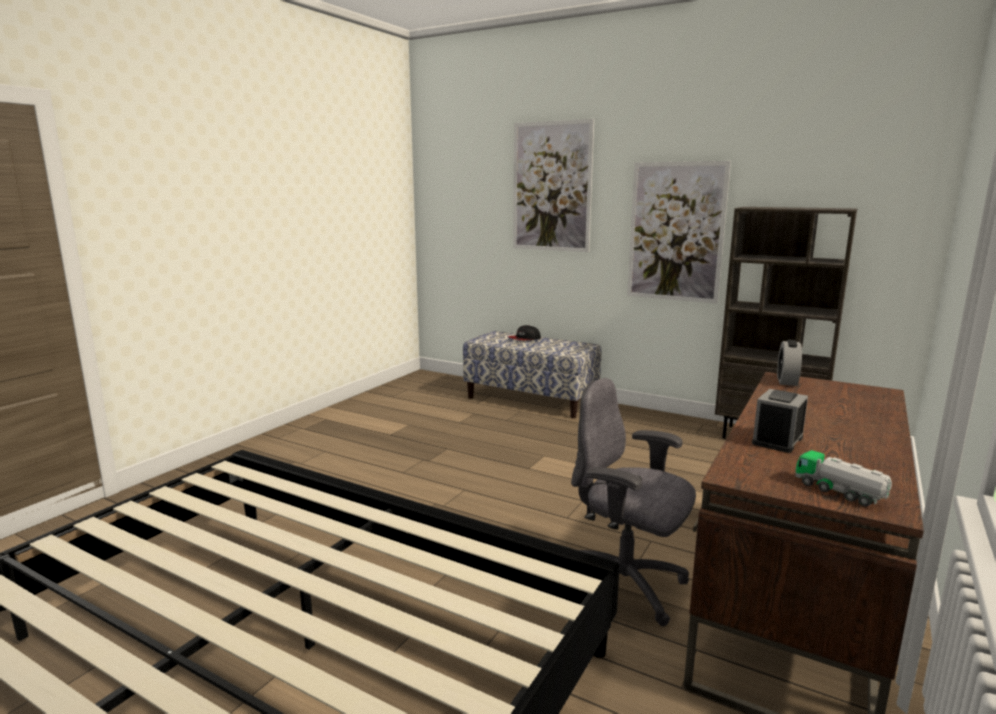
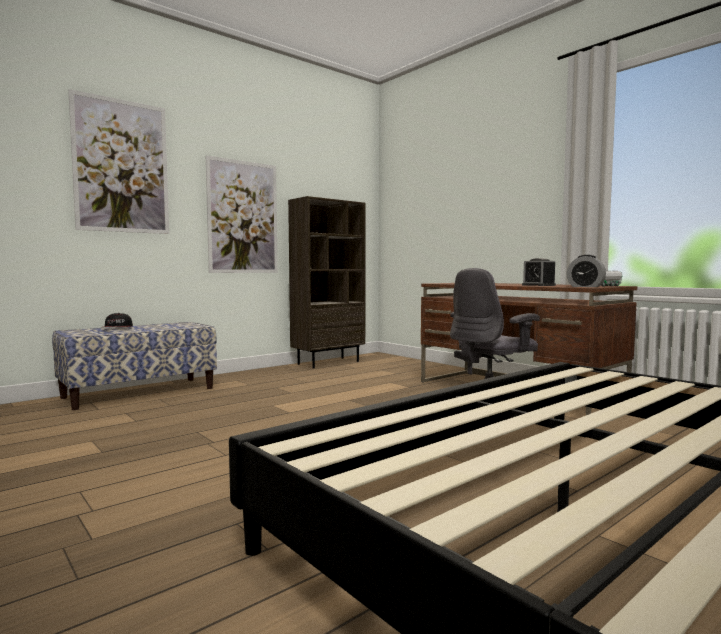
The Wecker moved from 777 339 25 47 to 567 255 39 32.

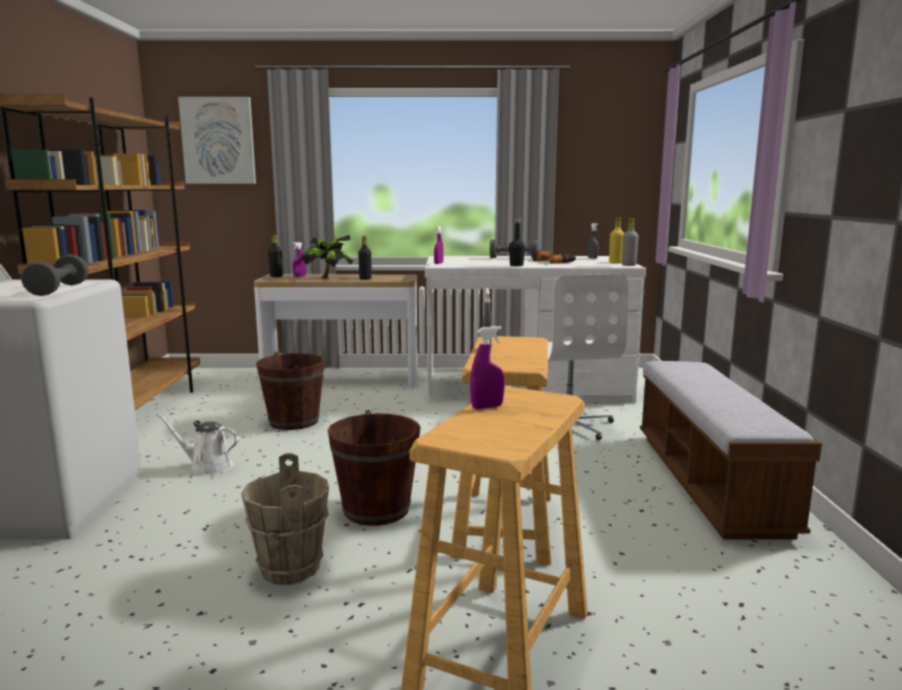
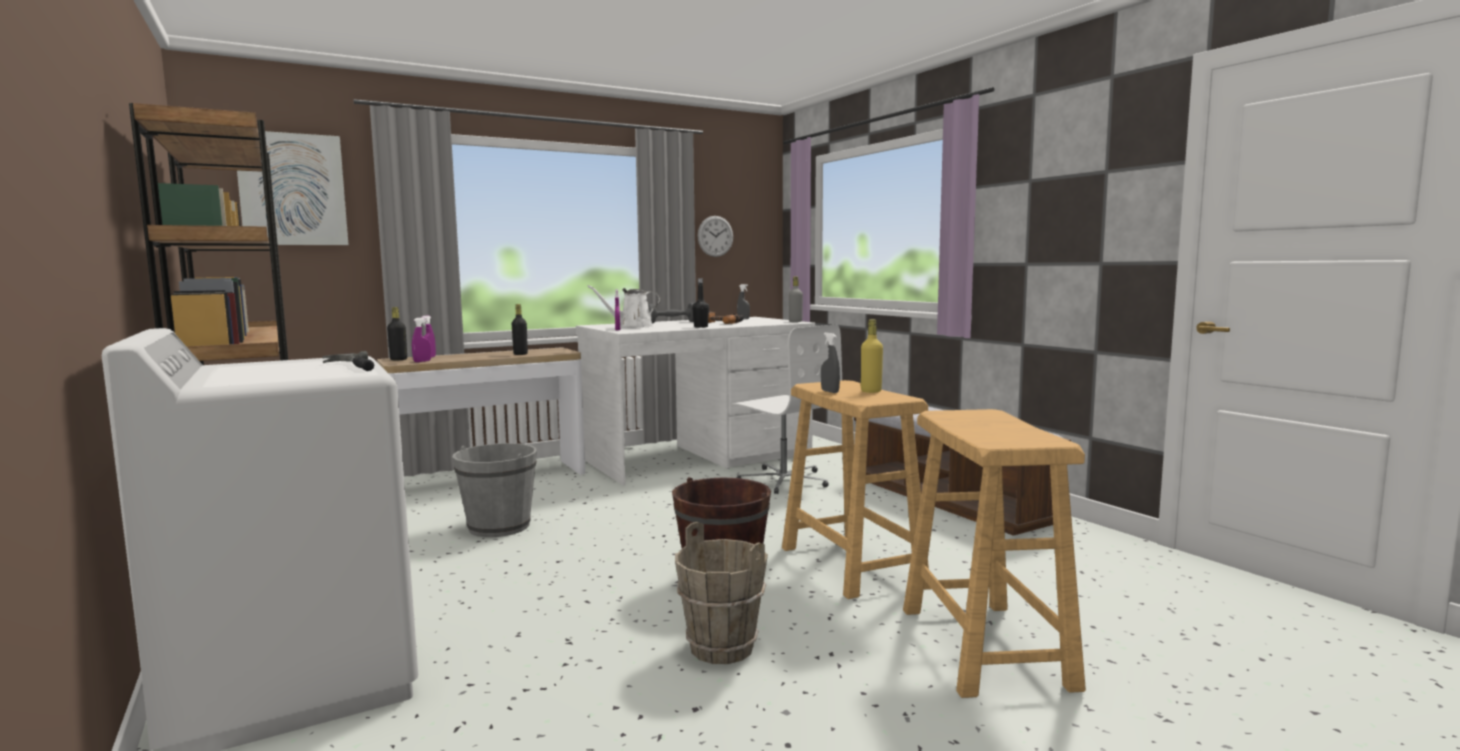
The Hantel/grau at 21 254 68 42 was replaced by the Hammer at 322 351 52 20.
The Sprühflasche/lila moved from 470 326 35 83 to 412 317 19 45.
The Eimer/braun at 256 352 69 78 became the Eimer/grau at 452 443 85 94.
The Gießkanne/weiß moved from 156 413 83 62 to 587 285 74 43.
The Wanduhr at 698 216 35 41 appeared.
The Flasche/gelb moved from 609 217 15 47 to 861 319 22 74.
The Topfpflanze at 301 235 53 43 disappeared.

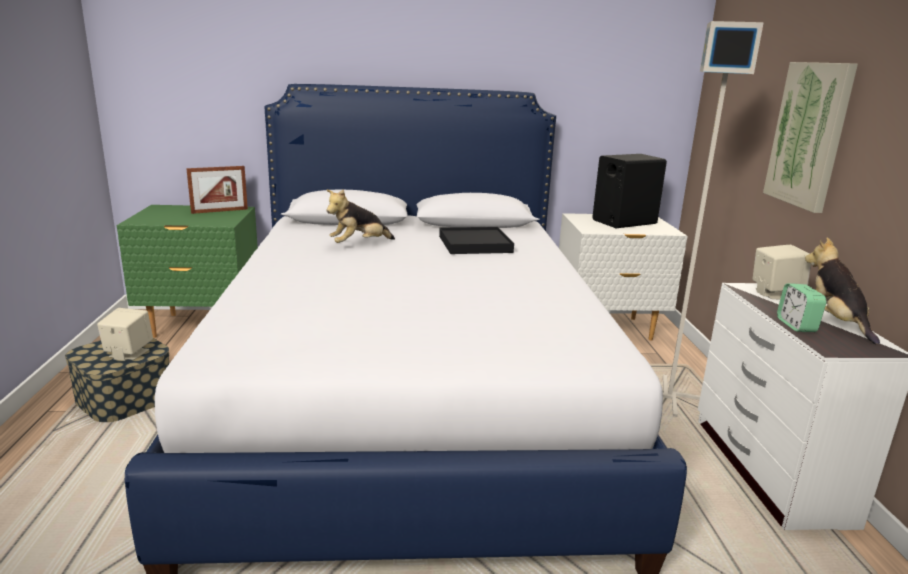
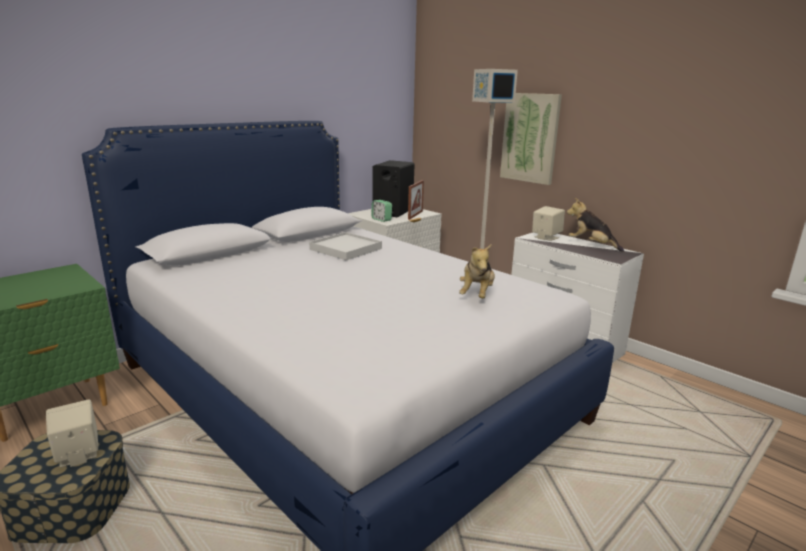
The Tablett/schwarz at 439 227 75 27 became the Tablett/weiß at 309 232 73 28.
The Wecker moved from 777 283 49 49 to 371 200 21 22.
The Bilderrahmen moved from 186 166 62 48 to 408 180 16 40.
The Plüschtier moved from 326 189 69 54 to 459 245 36 53.

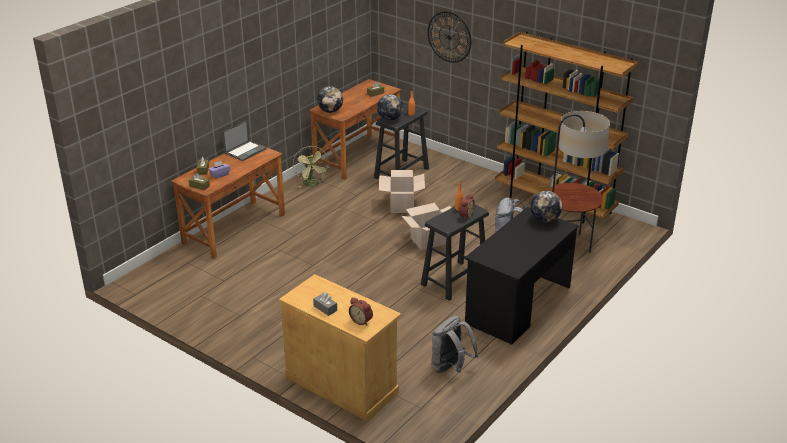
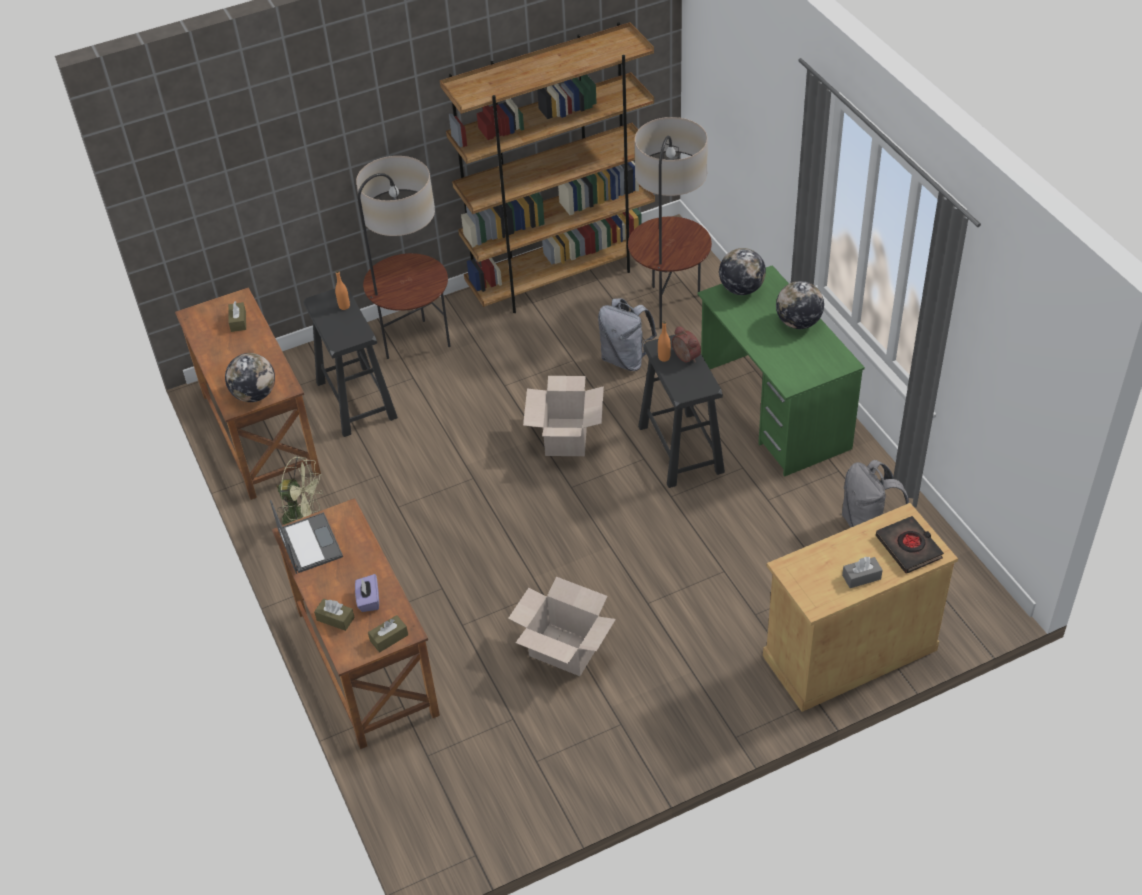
The Stehlampe at 356 156 95 203 appeared.
The Karton moved from 379 170 46 43 to 508 577 108 99.
The Schreibtisch/schwarz at 464 207 115 137 became the Schreibtisch/grün at 698 265 167 212.
The Globus moved from 377 94 26 27 to 776 281 48 48.
The Wecker at 349 298 24 27 was replaced by the Buch/schwarz at 876 516 68 58.
The Wanduhr at 428 11 43 52 disappeared.

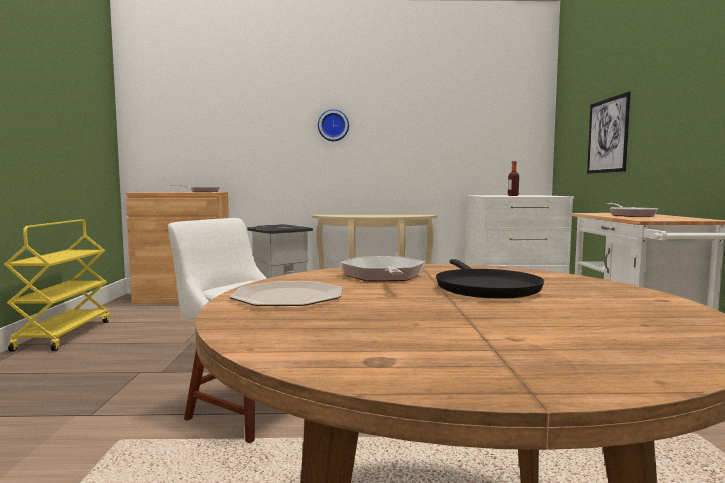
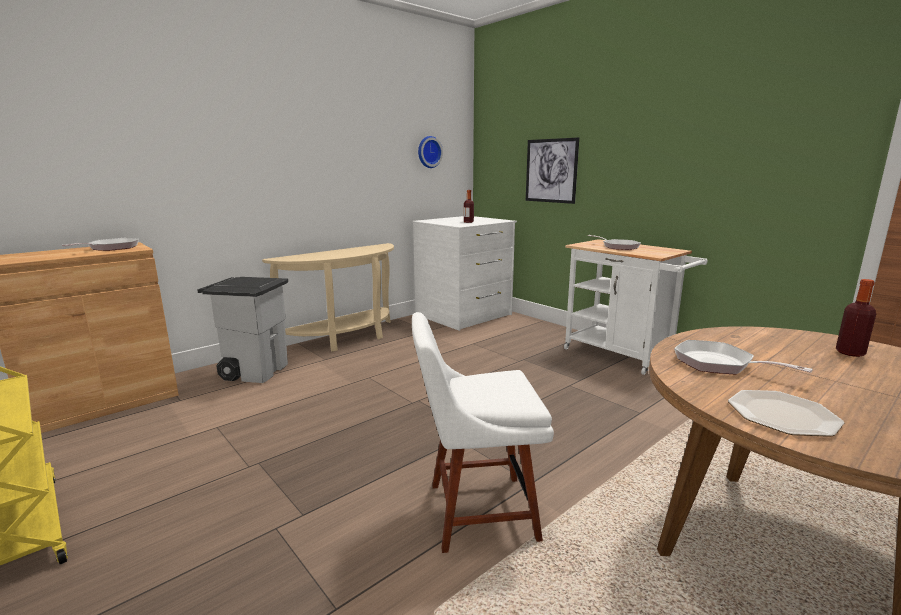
The Wanduhr moved from 318 109 31 32 to 418 136 25 32.
The Flasche at 836 279 40 78 appeared.
The Pfanne/schwarz at 436 259 108 40 disappeared.

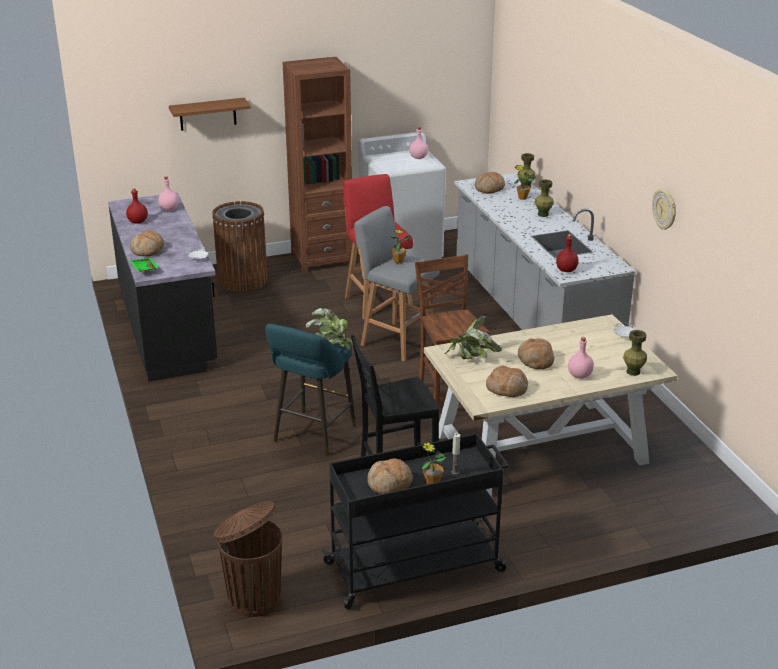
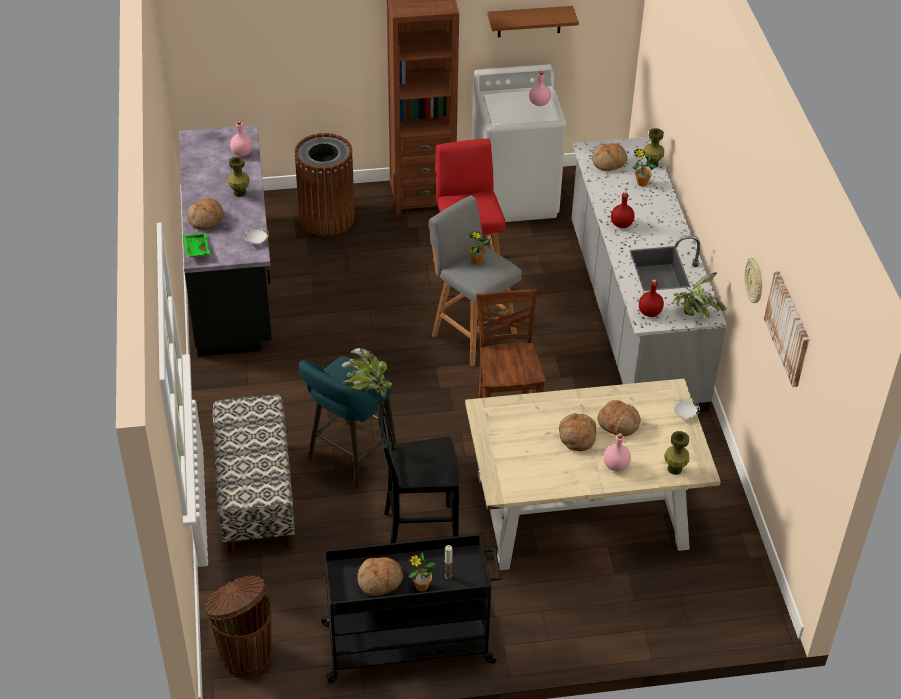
The Bank at 212 395 83 159 appeared.
The Vase/grün moved from 534 179 20 38 to 228 156 22 41.
The Wandregal/braun moved from 169 98 82 33 to 487 6 92 31.
The Brot moved from 486 365 42 32 to 598 400 43 36.
The Flasche/rot moved from 126 188 22 36 to 611 192 24 36.
The Topfpflanze moved from 444 314 58 45 to 669 272 58 46.
The Bild at 764 271 45 116 appeared.

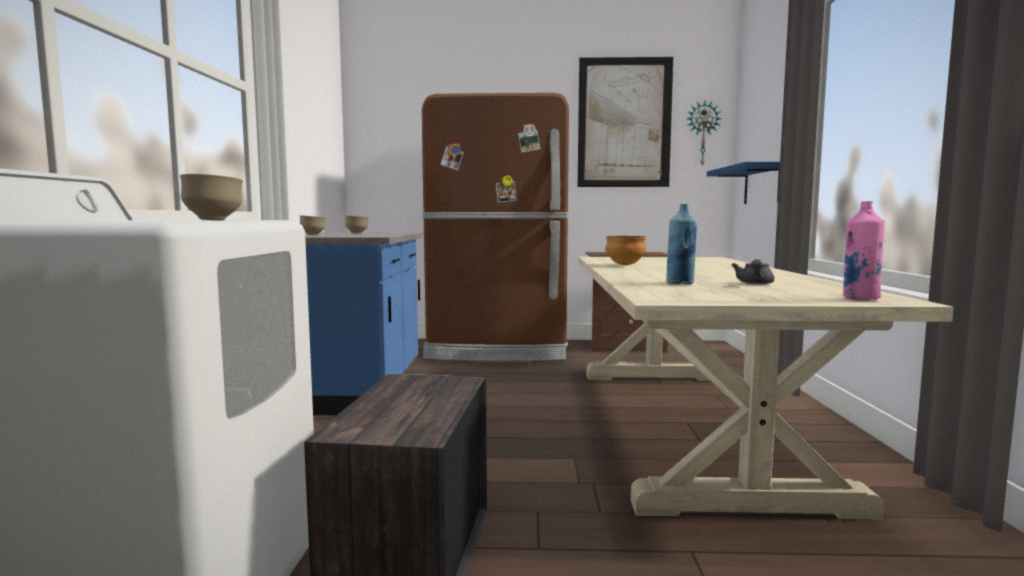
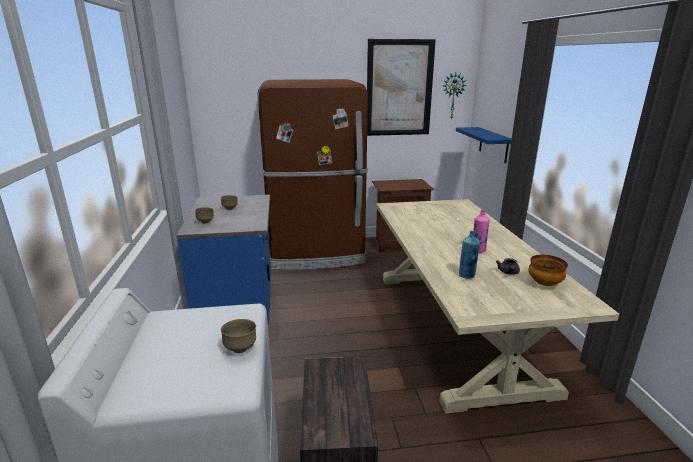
The Flasche/rosa moved from 843 201 42 99 to 473 210 17 43.
The Schüssel moved from 605 236 41 29 to 528 255 40 31.

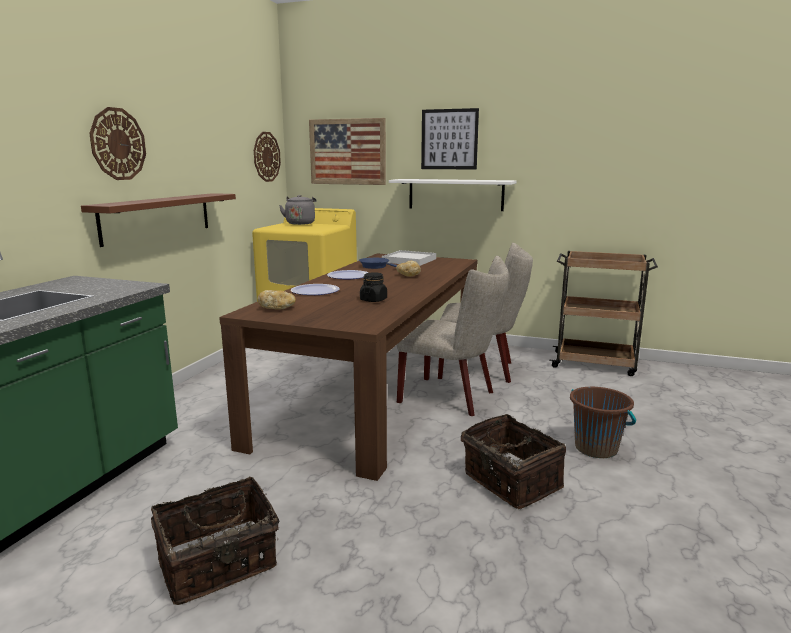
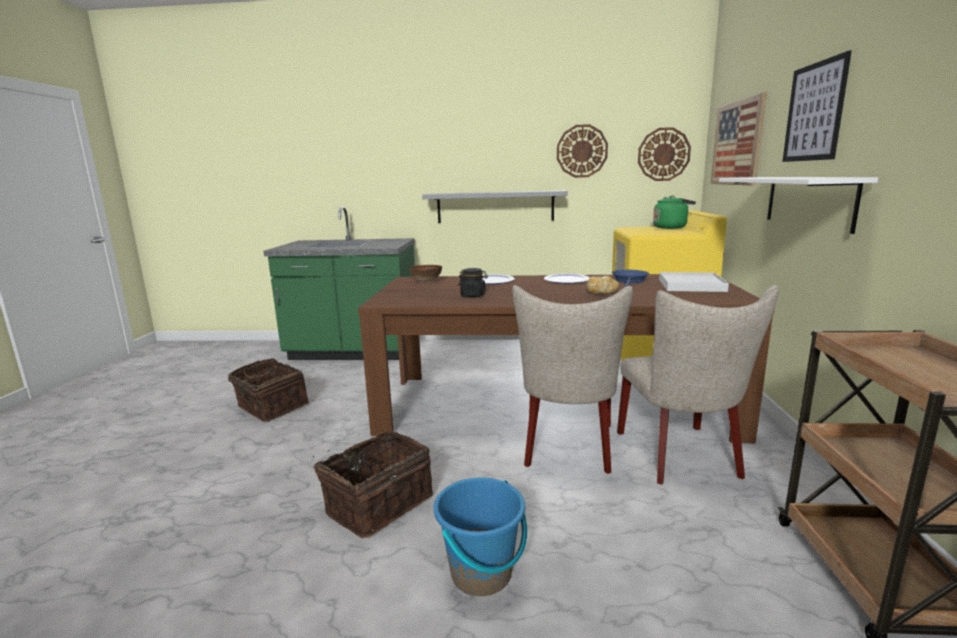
The Brot at 257 290 39 20 was replaced by the Schüssel at 409 265 33 17.
The Wandregal/braun at 81 193 155 54 became the Wandregal/grau at 422 190 146 33.
The Eimer/braun at 570 387 66 71 became the Eimer/blau at 434 477 93 119.
The Wanduhr moved from 89 107 57 73 to 557 124 51 54.
The Wasserkessel/grau at 279 195 38 30 became the Wasserkessel/grün at 653 196 43 33.

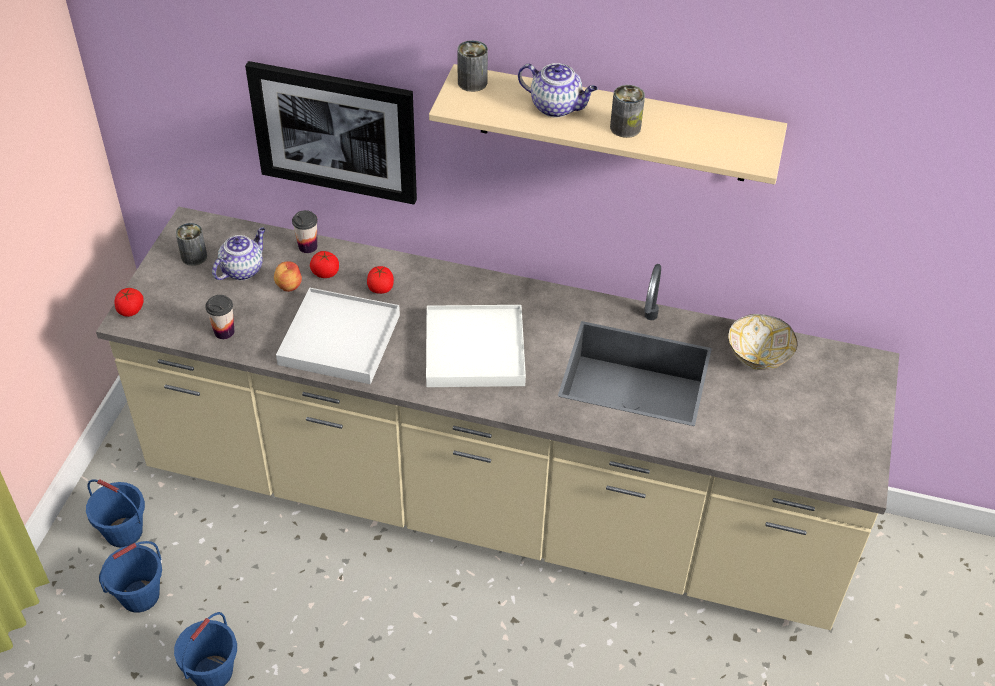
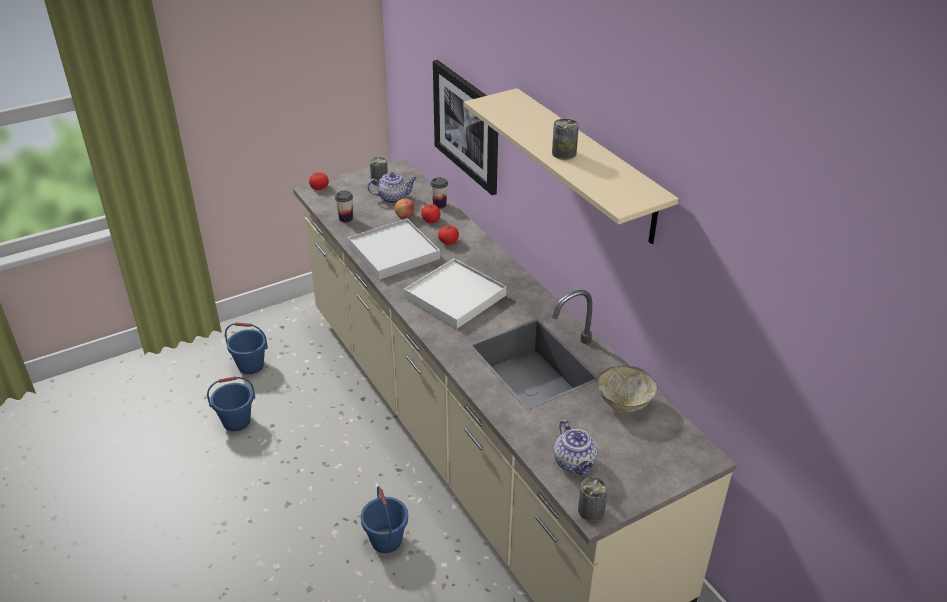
The Eimer/blau moved from 86 479 59 69 to 361 486 47 67.
The Teekanne moved from 518 63 80 55 to 554 420 43 56.
The Dose moved from 457 40 31 52 to 578 477 30 45.

